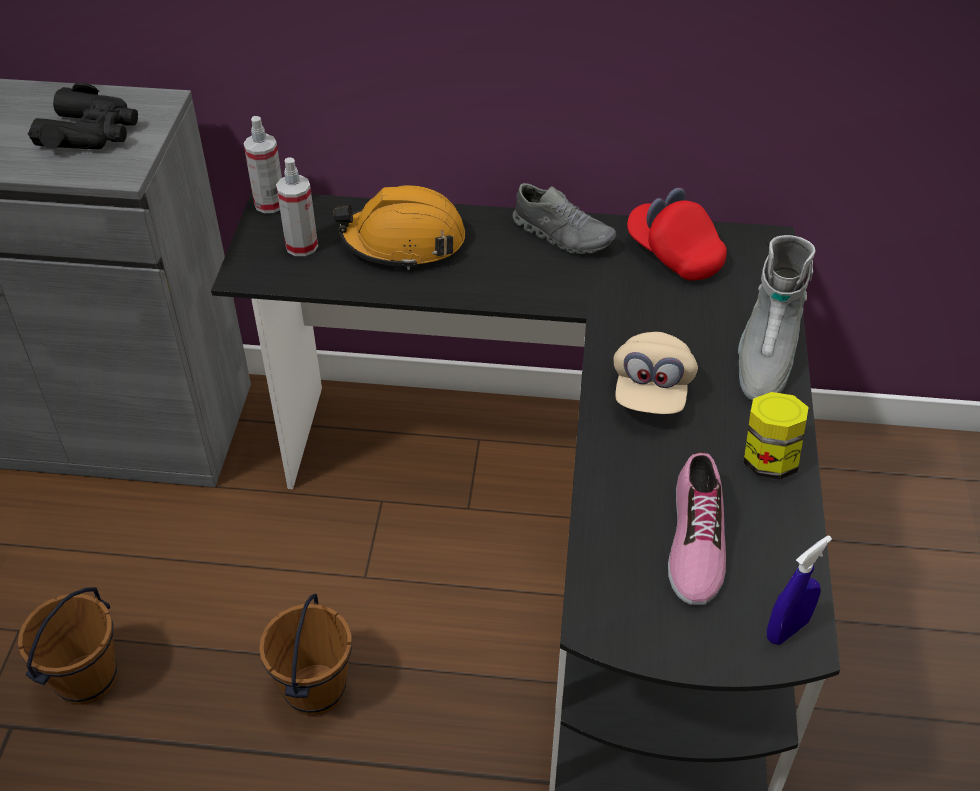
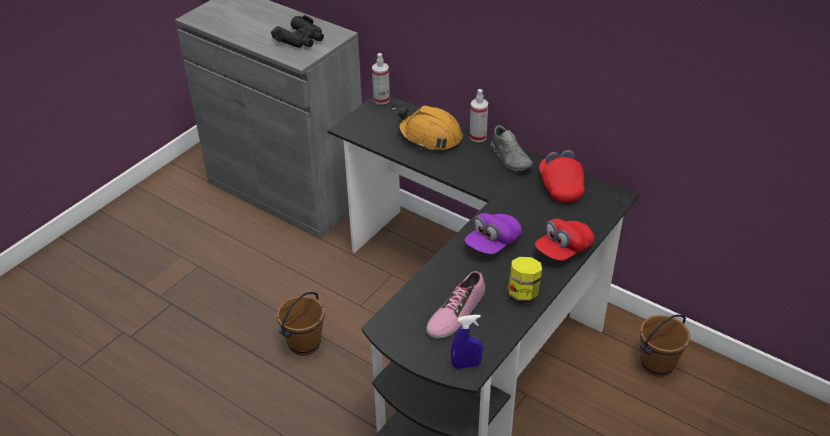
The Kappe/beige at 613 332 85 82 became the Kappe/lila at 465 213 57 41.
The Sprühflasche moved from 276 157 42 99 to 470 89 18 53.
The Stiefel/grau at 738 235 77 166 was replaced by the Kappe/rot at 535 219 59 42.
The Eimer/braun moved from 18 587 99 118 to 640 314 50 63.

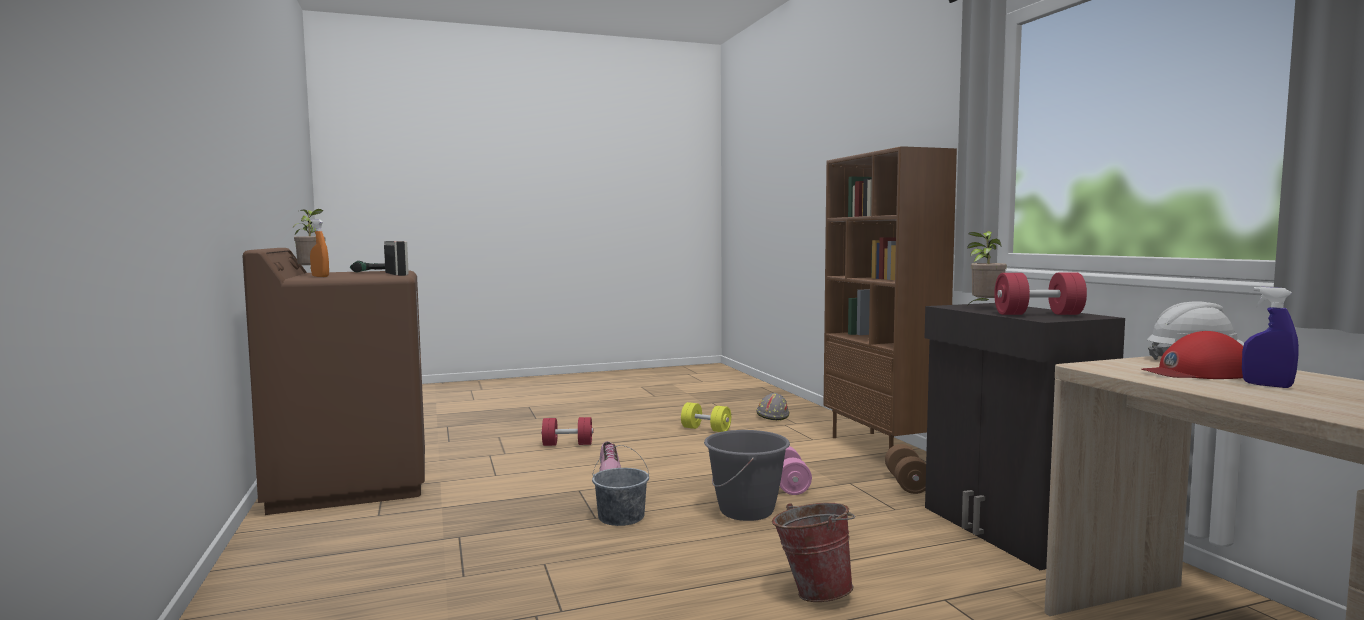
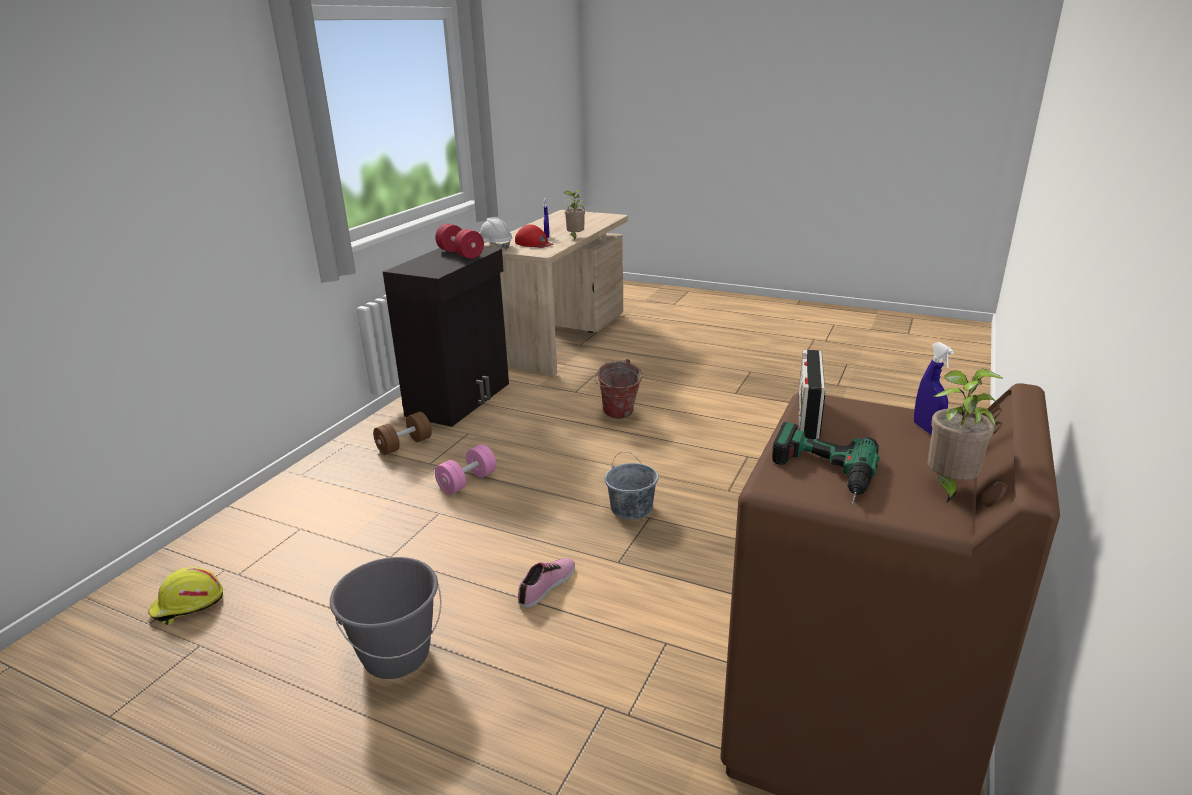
The Schutzhelm/grau at 757 393 33 27 became the Schutzhelm/gelb at 148 567 75 58.
The Eimer/grau moved from 704 430 86 91 to 330 557 111 122.
The Topfpflanze moved from 967 231 40 74 to 564 190 21 50.
The Sprühflasche/orange at 310 219 19 58 became the Sprühflasche/blau at 914 342 40 93.
The Hantel/rot at 541 417 52 29 disappeared.
The Hantel/gelb at 681 402 50 30 disappeared.
The Bücherregal/braun at 824 146 133 303 disappeared.

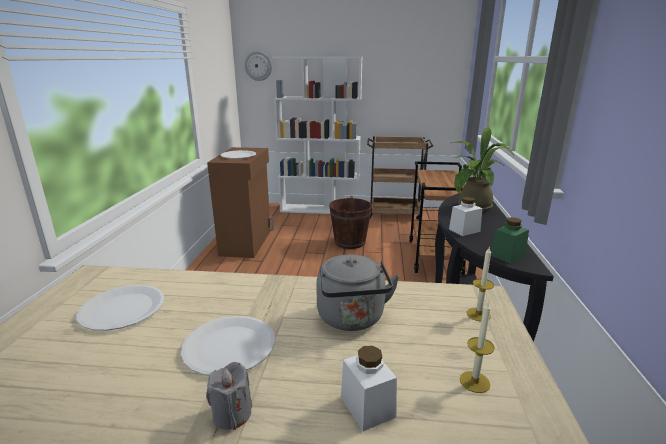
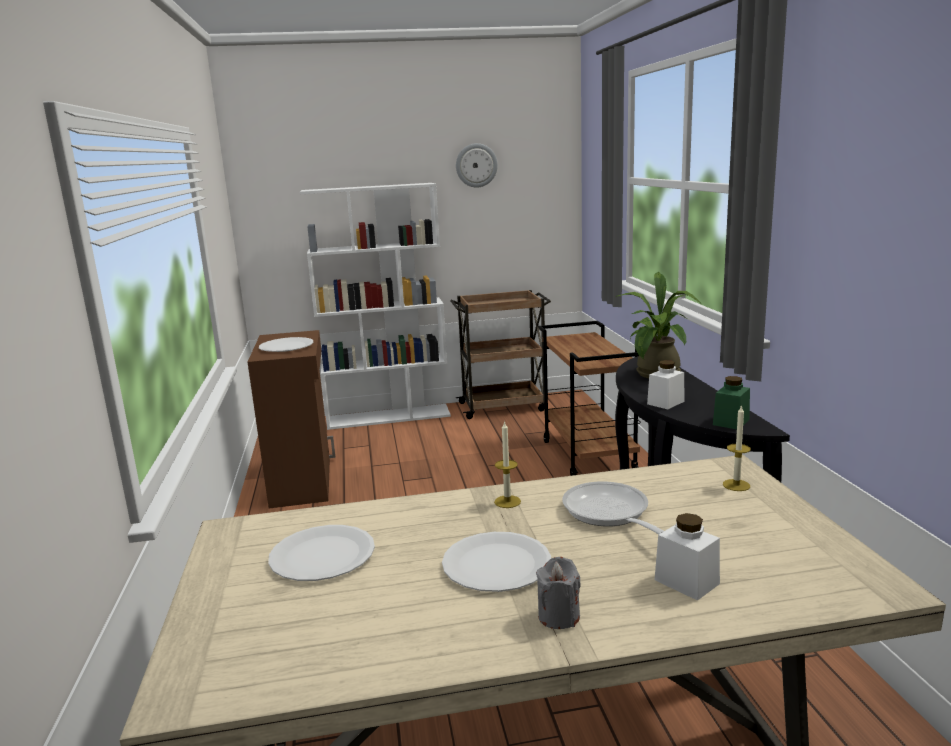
The Wanduhr moved from 244 51 28 30 to 456 143 42 45.
The Kerze moved from 460 300 35 93 to 494 421 27 87.
The Wasserkessel/grau at 316 255 84 76 was replaced by the Pfanne at 562 481 102 54.
The Eimer/braun at 329 196 43 53 disappeared.

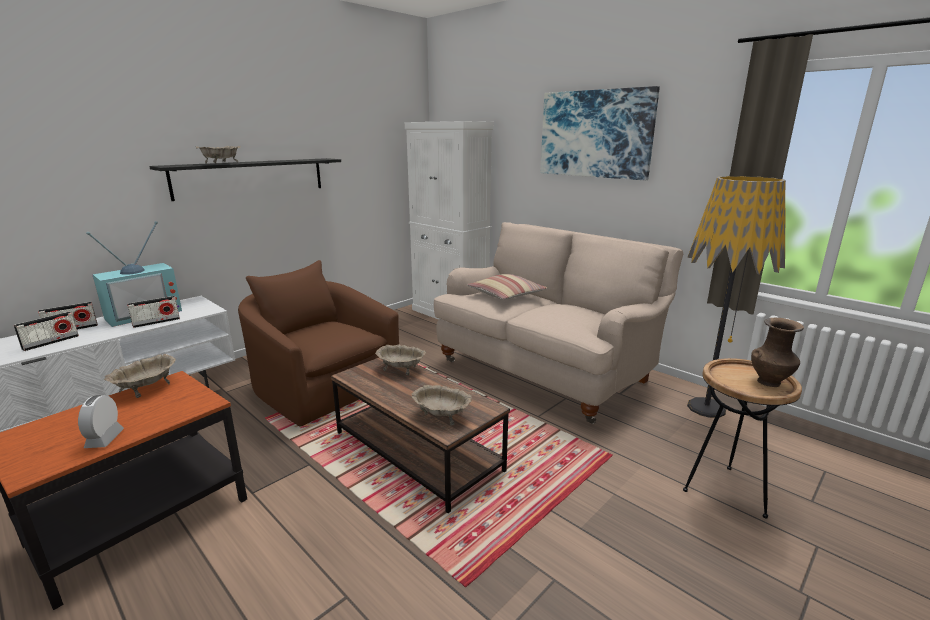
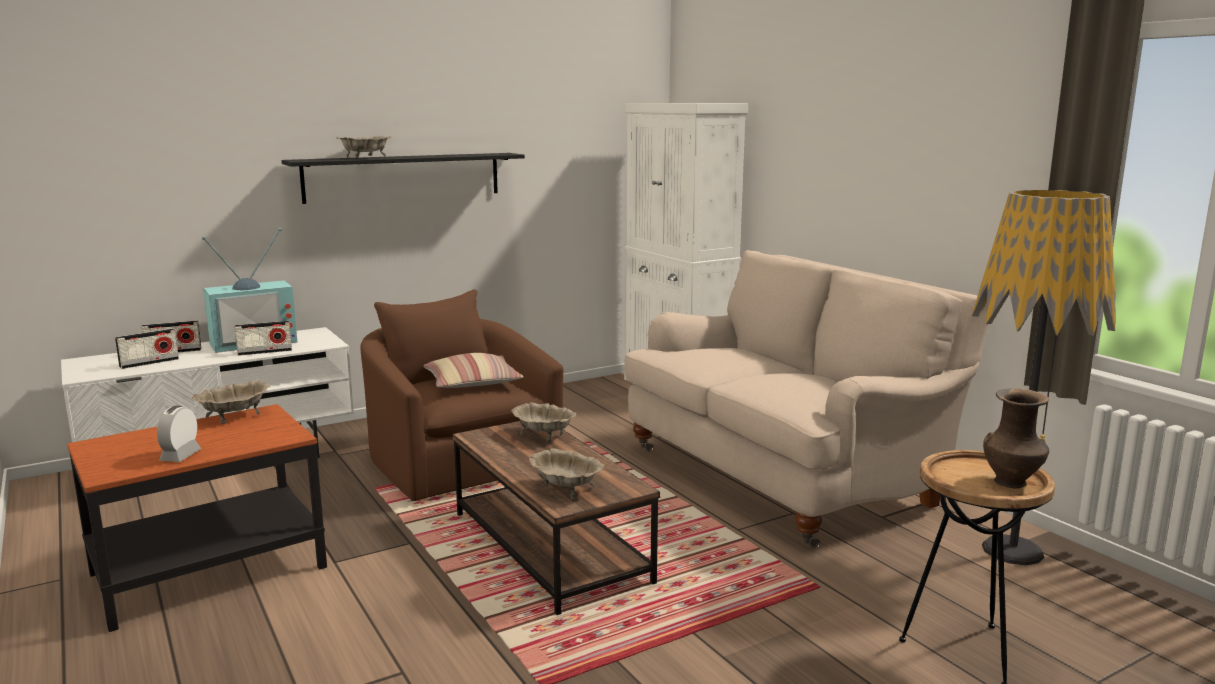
The Kissen moved from 467 274 80 25 to 423 353 101 35.
The Bild at 540 86 120 94 disappeared.

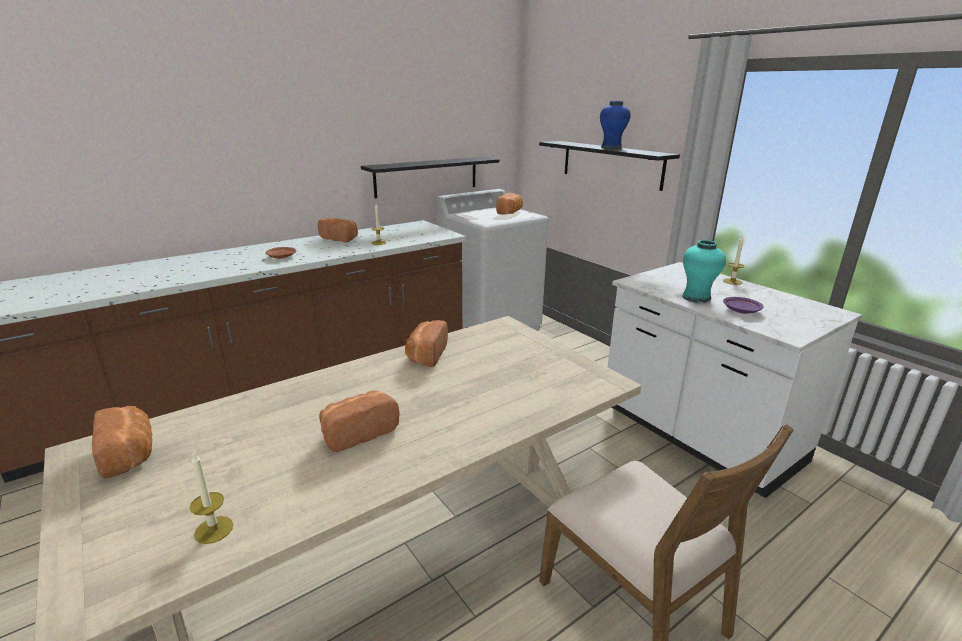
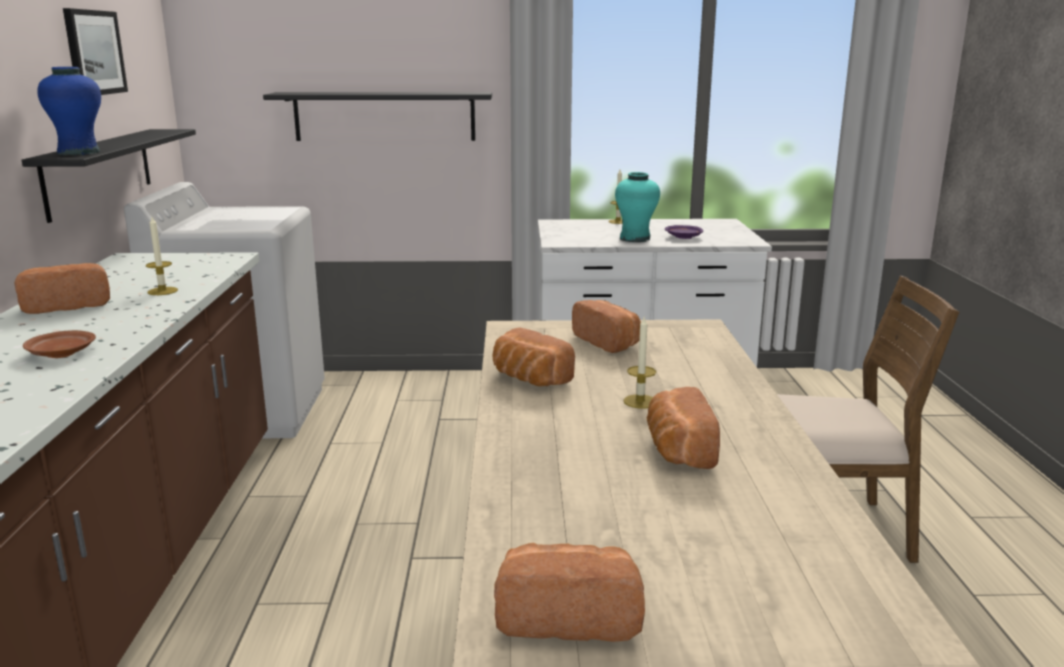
The Vase/blau moved from 600 101 31 48 to 37 67 64 89.
The Bild at 63 8 65 87 appeared.
The Brot moved from 496 193 27 21 to 572 300 69 53.
The Kerze moved from 189 453 44 91 to 623 317 33 92.

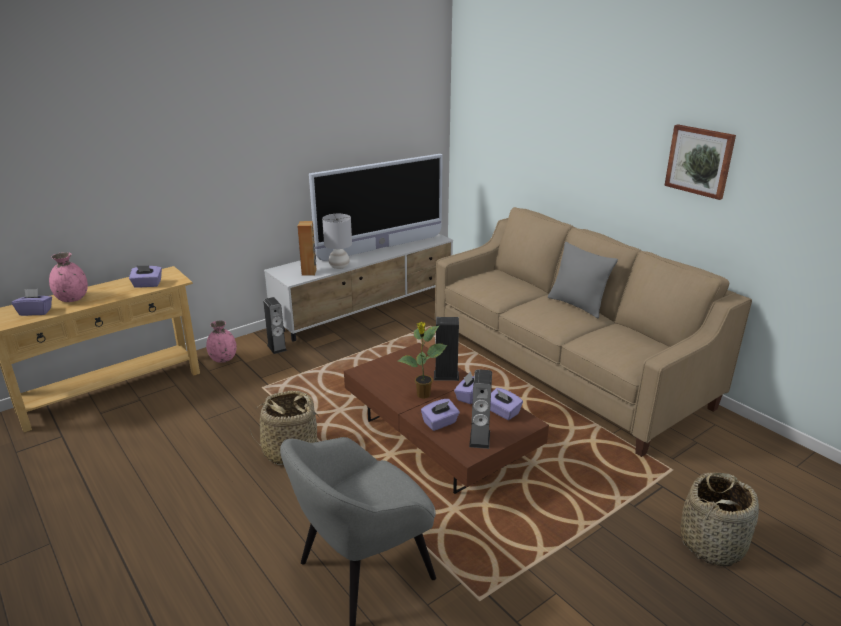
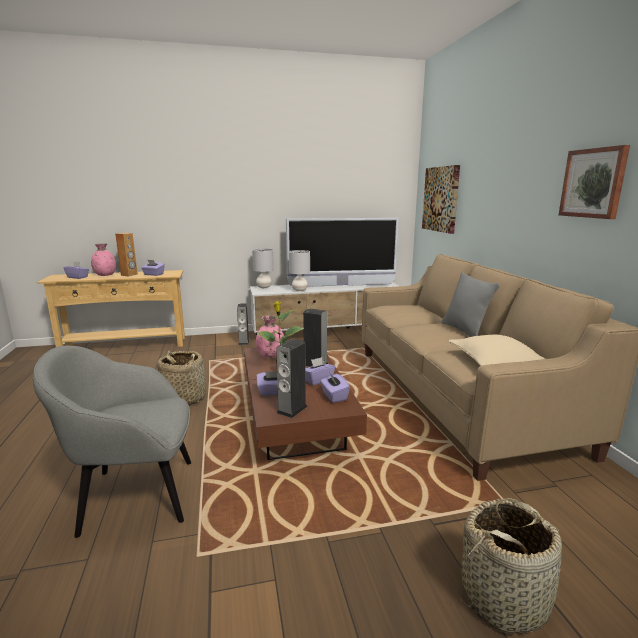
The Lautsprecher/braun moved from 297 221 20 55 to 115 233 23 43.
The Tischlampe/grau at 252 248 22 40 appeared.
The Vase/rosa moved from 206 320 31 43 to 256 315 28 43.
The Bild at 422 165 38 69 appeared.
The Kissen/beige at 448 335 97 31 appeared.

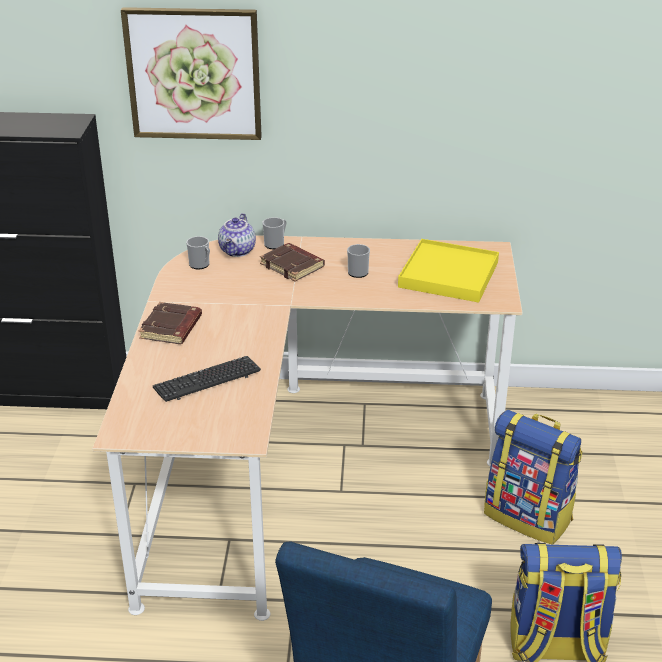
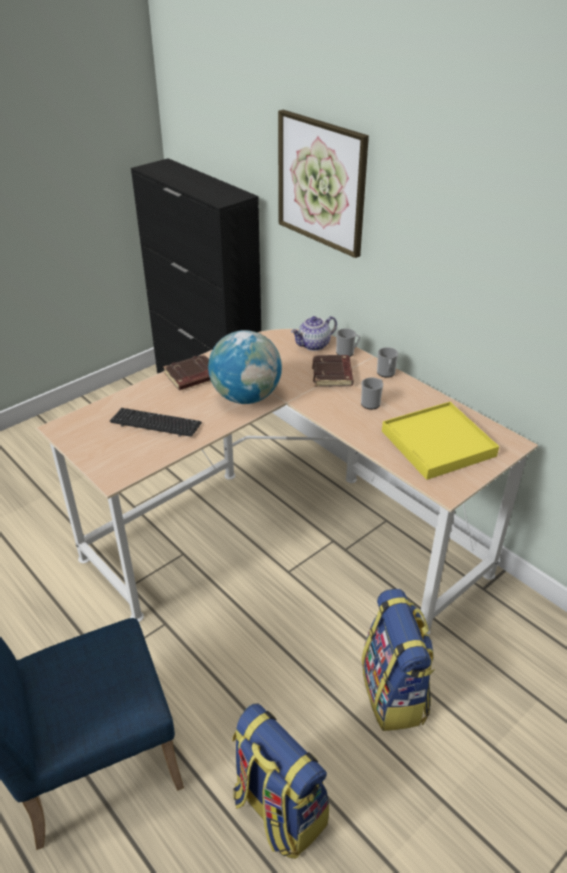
The Globus at 208 330 74 74 appeared.
The Henkelbecher moved from 186 236 24 33 to 377 347 21 31.

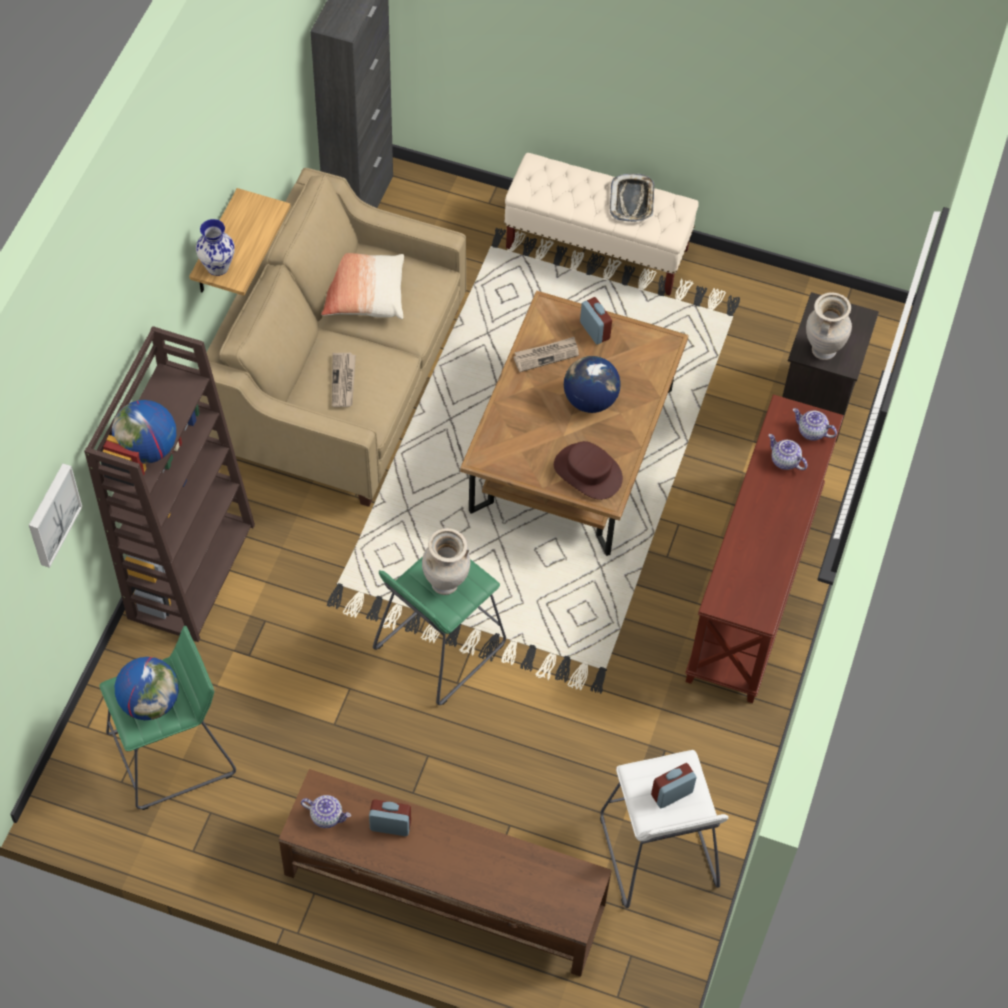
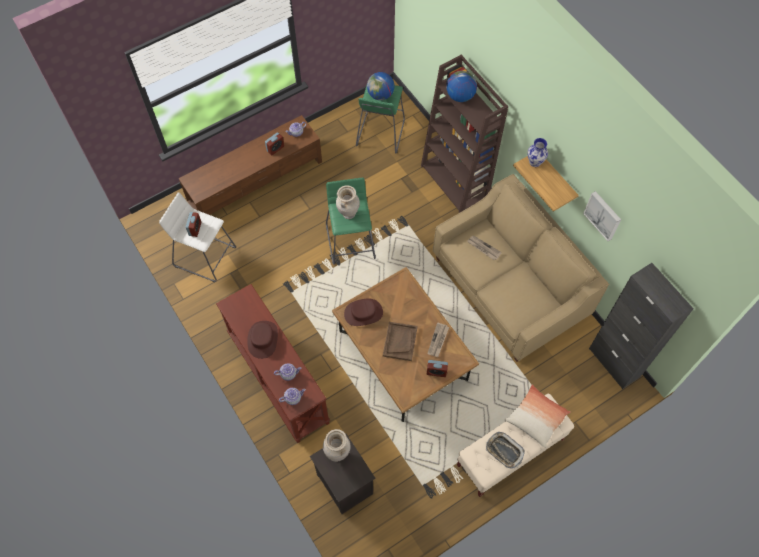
The Hut/braun at 247 321 31 38 appeared.
The Globus at 564 356 57 57 was replaced by the Tablett/braun at 383 322 35 39.
The Kissen moved from 321 253 83 66 to 505 384 66 64.
The Bild moved from 29 464 53 104 to 583 191 38 50.

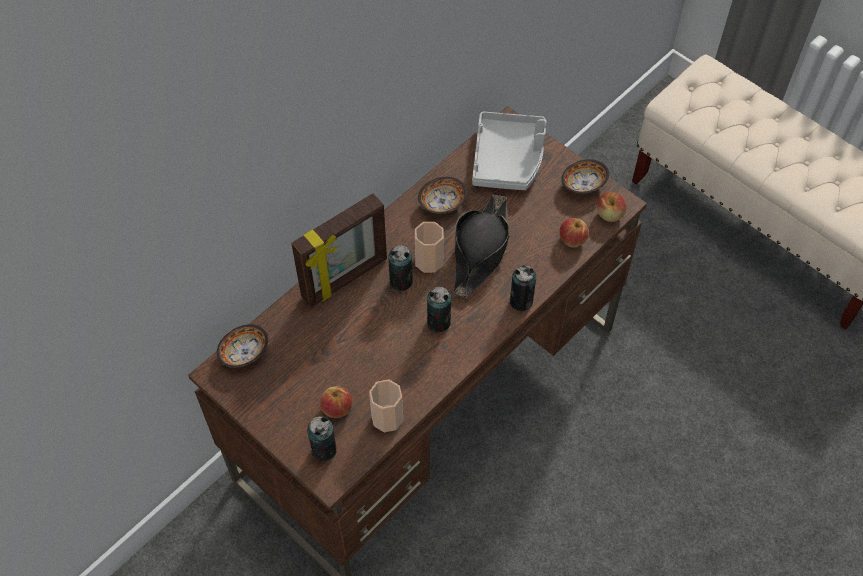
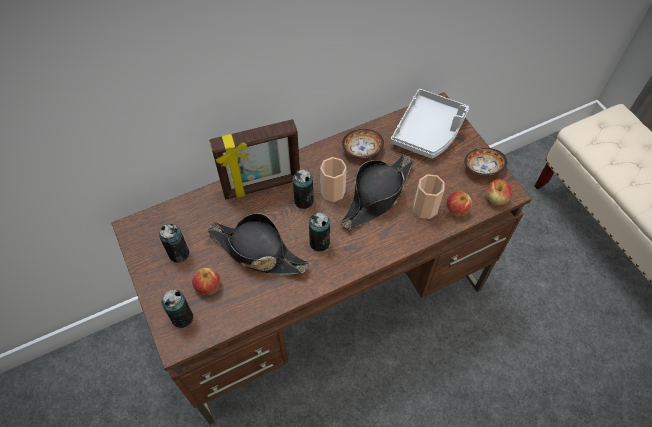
The Dose moved from 510 265 26 46 to 159 224 30 39.
The Hut/schwarz at 207 213 103 62 appeared.
The Tasse moved from 369 379 34 53 to 413 174 32 45.
The Schüssel at 217 324 51 44 disappeared.

